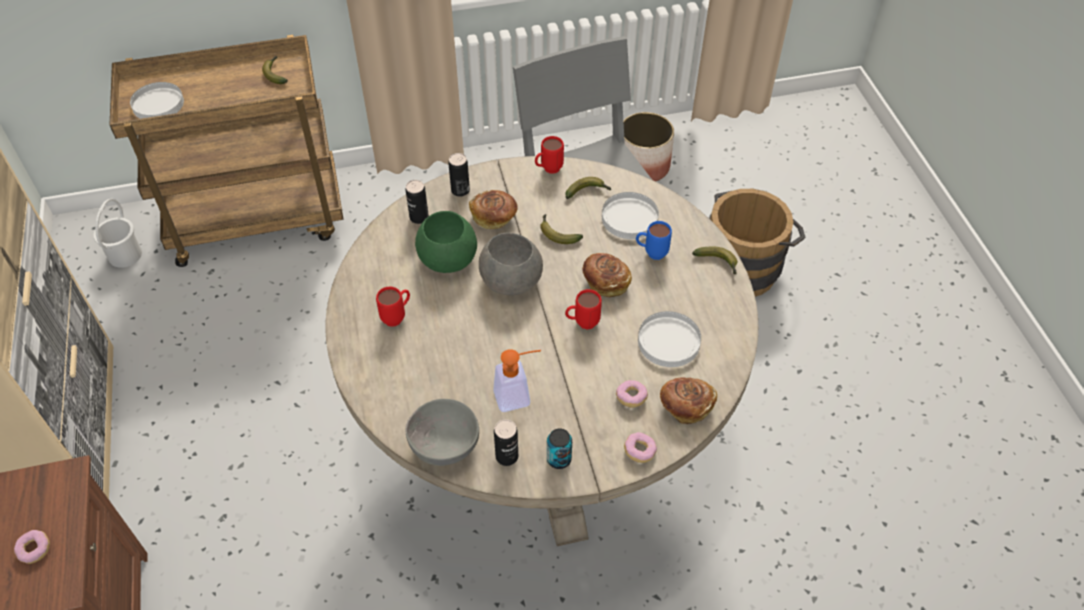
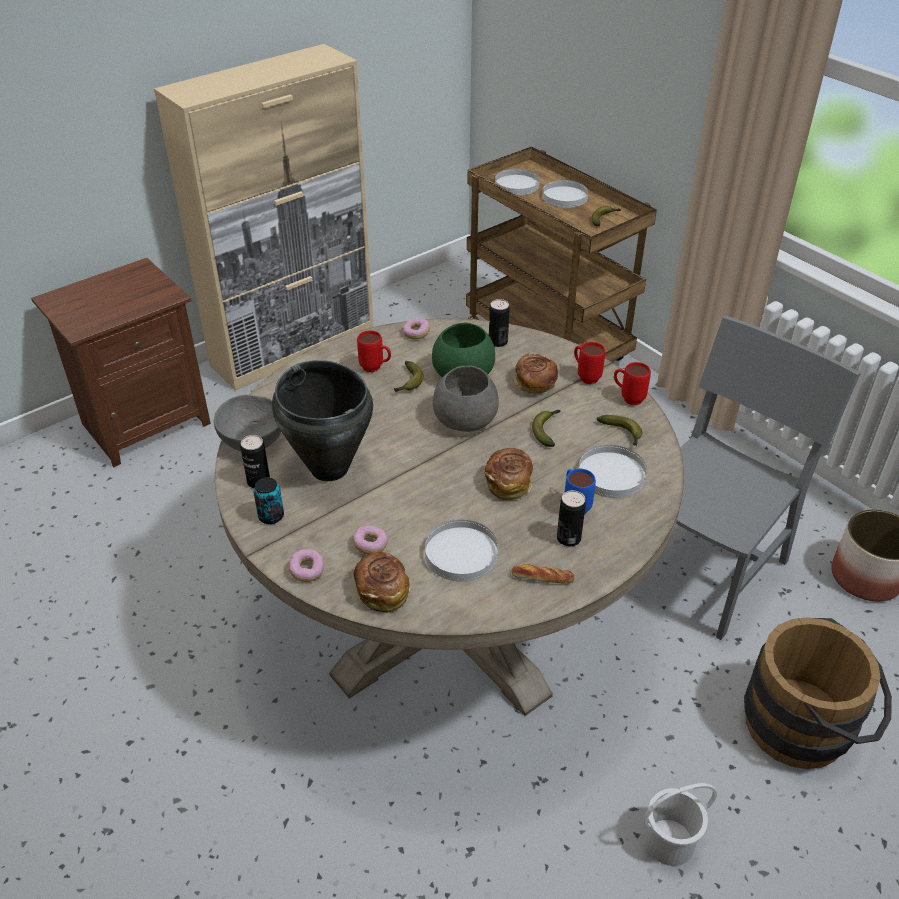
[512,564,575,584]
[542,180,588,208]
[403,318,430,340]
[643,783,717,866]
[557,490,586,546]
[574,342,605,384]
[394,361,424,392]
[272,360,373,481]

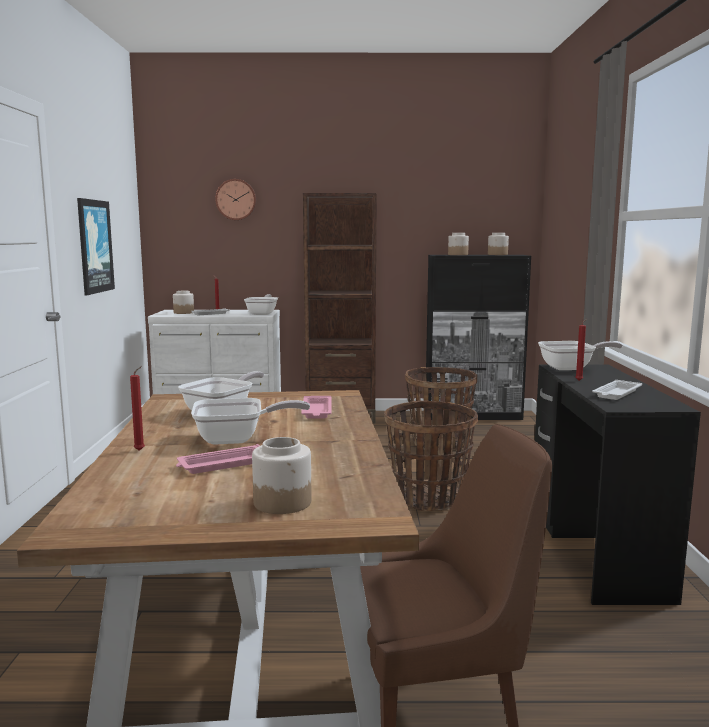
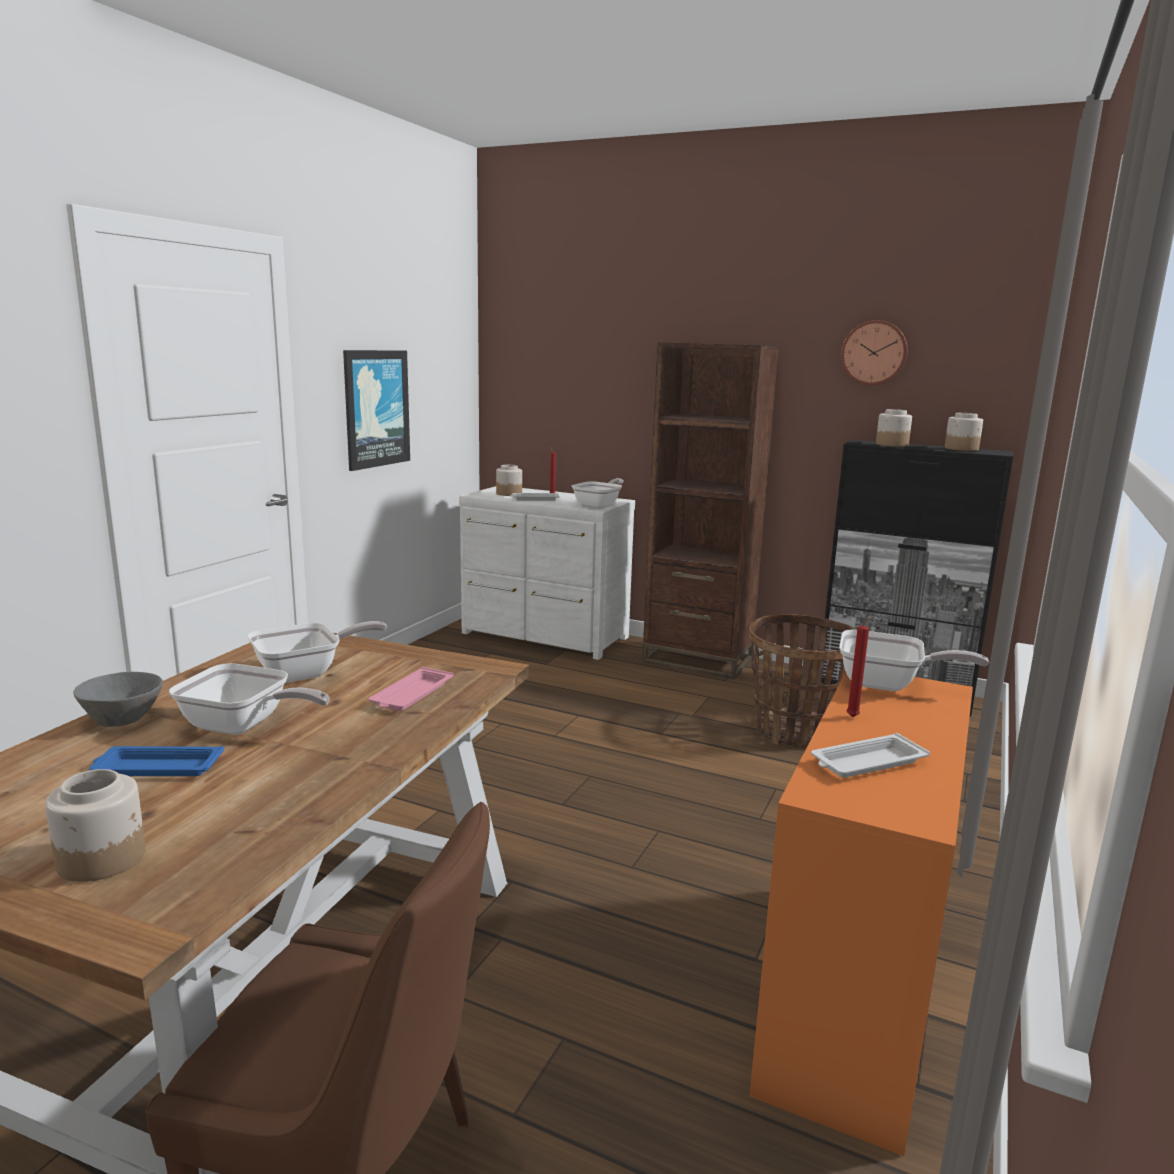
[384,401,478,511] (first image)
[841,320,908,386]
[73,672,163,727]
[89,745,224,776]
[749,672,973,1156]

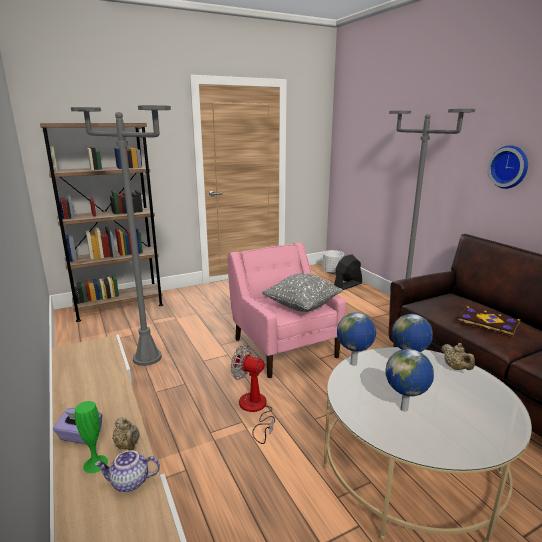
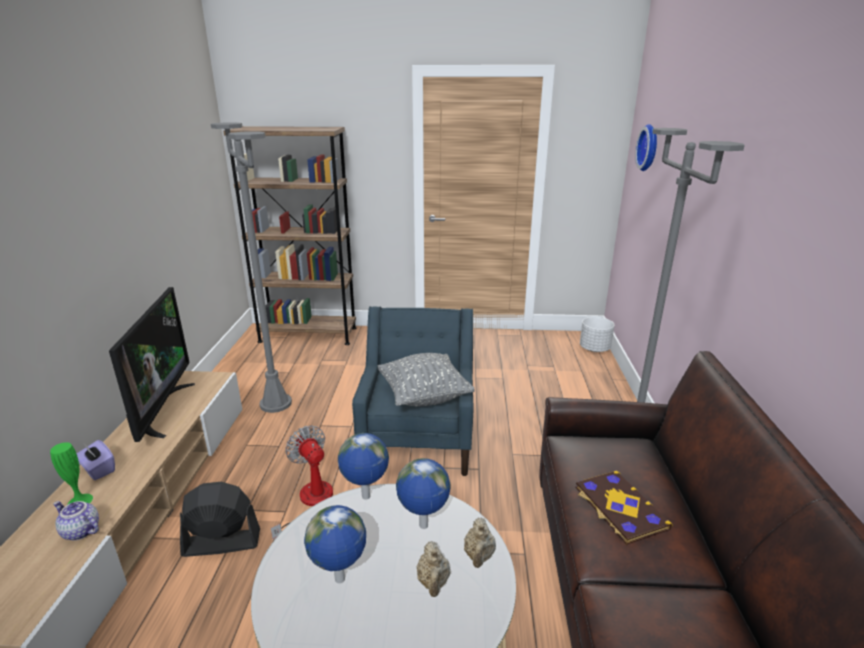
[109,287,195,442]
[417,541,450,597]
[180,482,260,557]
[635,124,657,171]
[352,306,474,476]

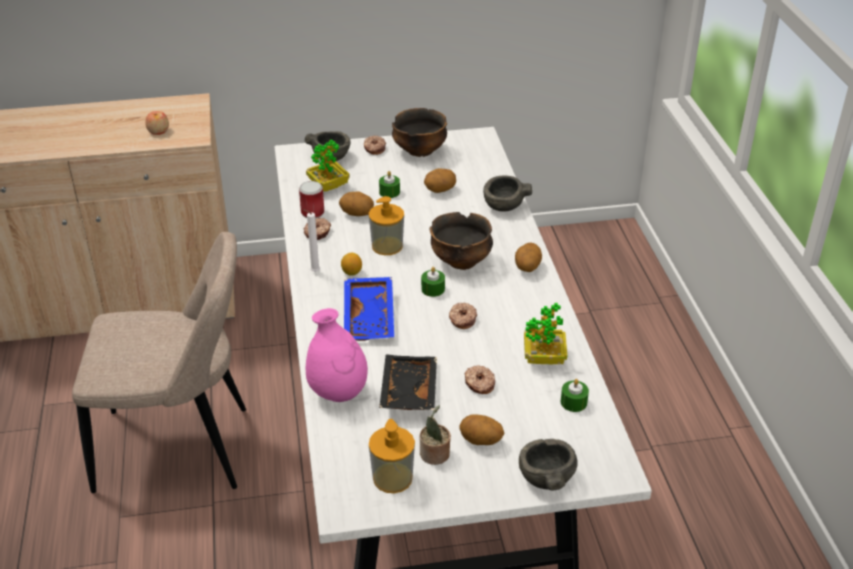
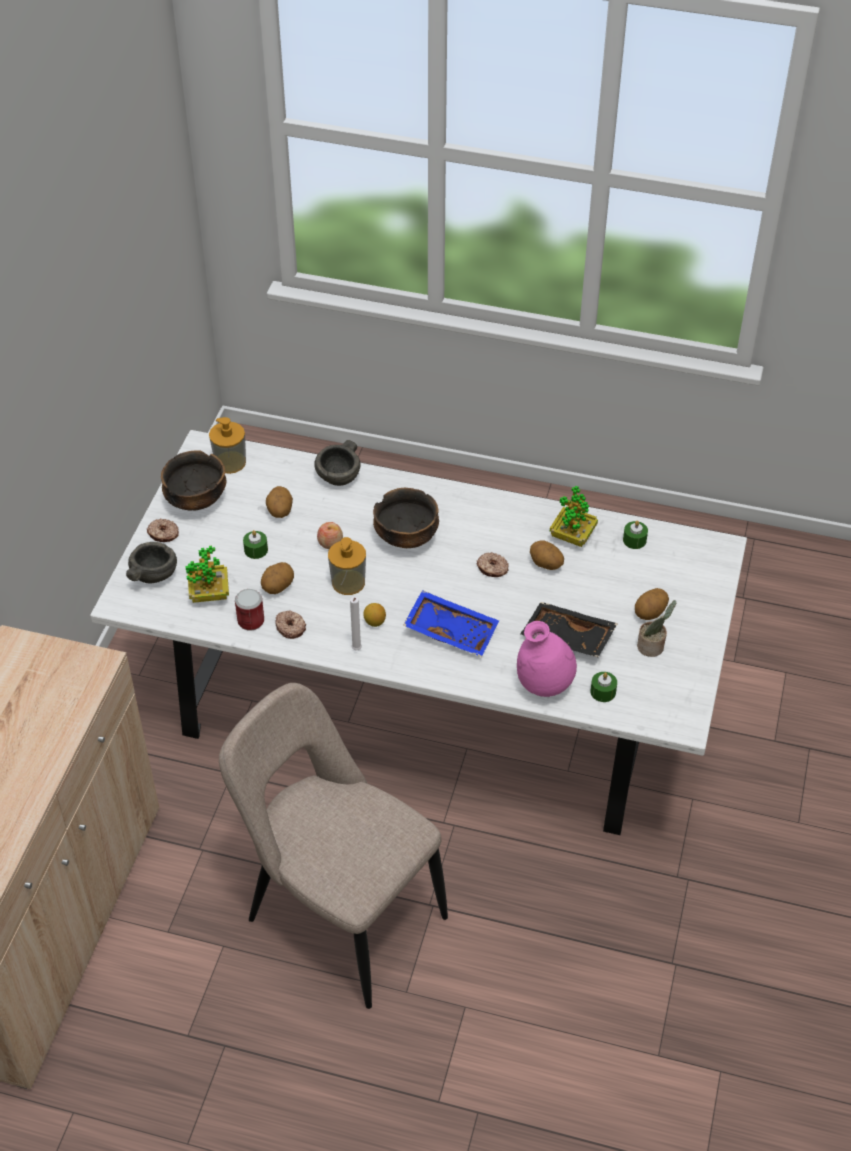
[464,365,495,394] (first image)
[519,439,578,490] (first image)
[317,522,343,549]
[209,417,246,474]
[590,672,617,702]
[530,540,564,570]
[219,683,448,1009]

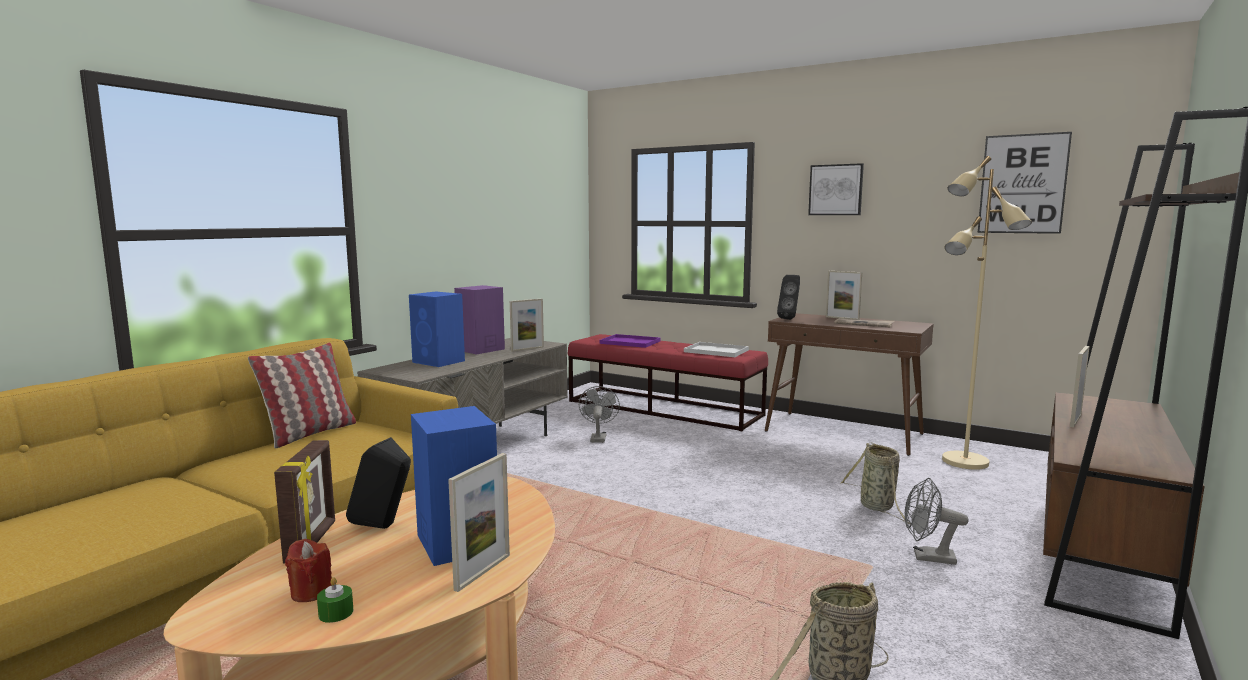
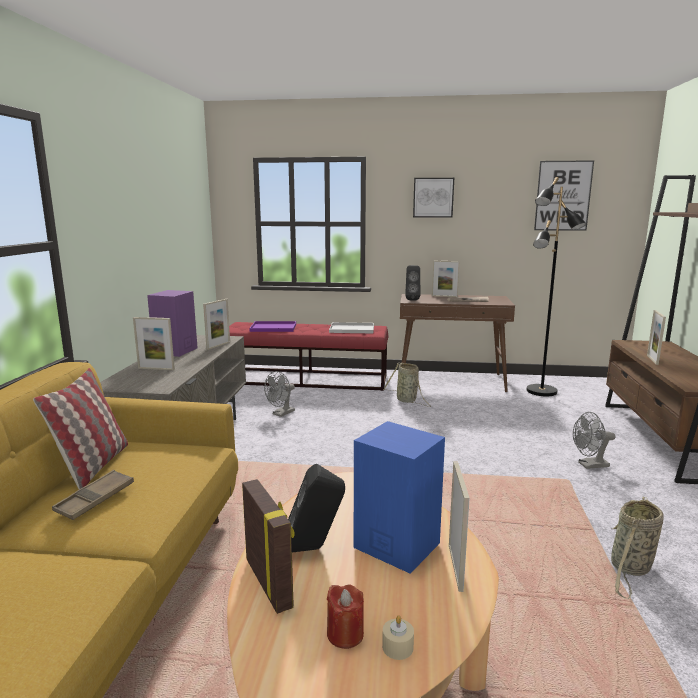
[52,470,134,520]
[383,362,431,407]
[133,317,175,370]
[382,615,414,660]
[527,177,587,396]
[264,371,295,417]

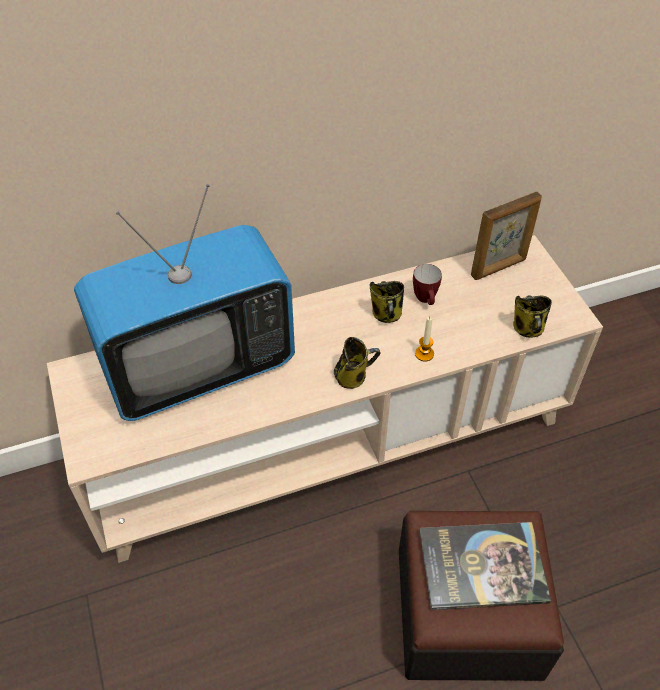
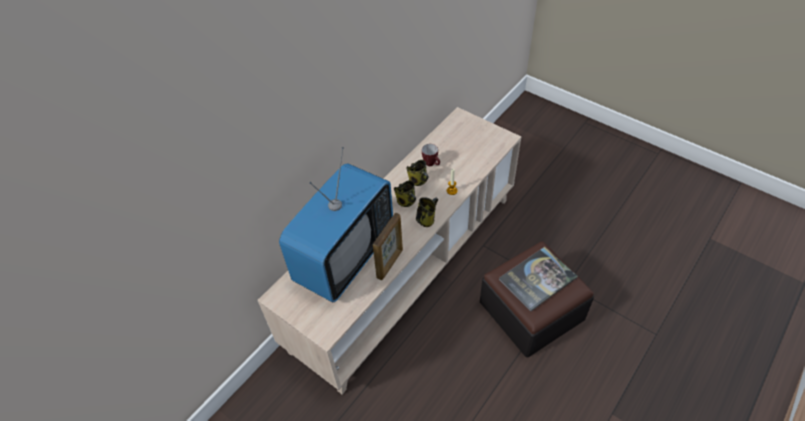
[373,212,403,280]
[394,180,416,207]

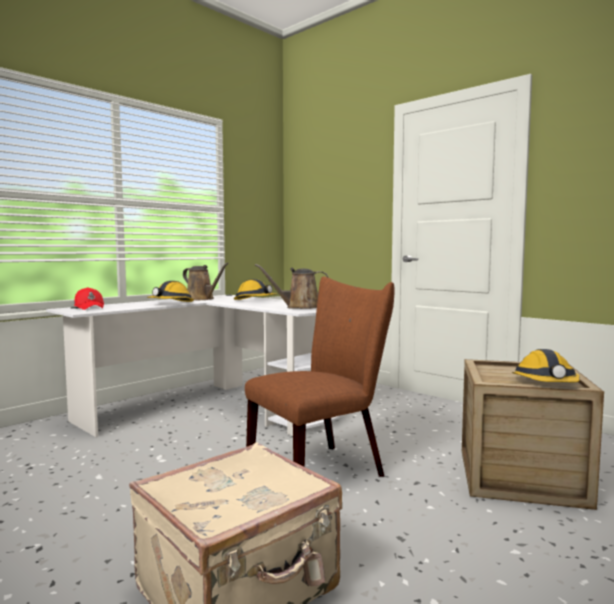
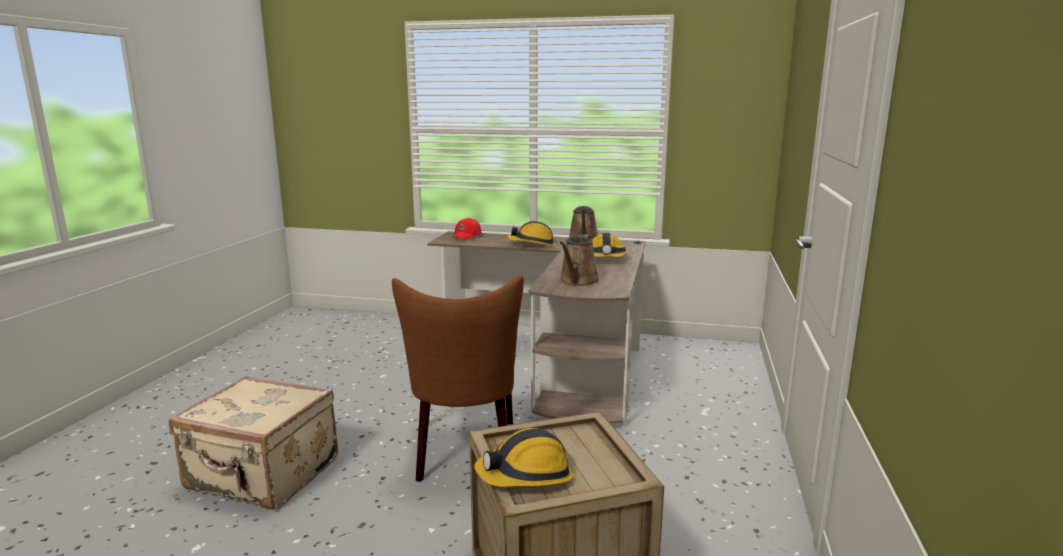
[427,231,646,428]
[392,275,524,482]
[559,234,599,286]

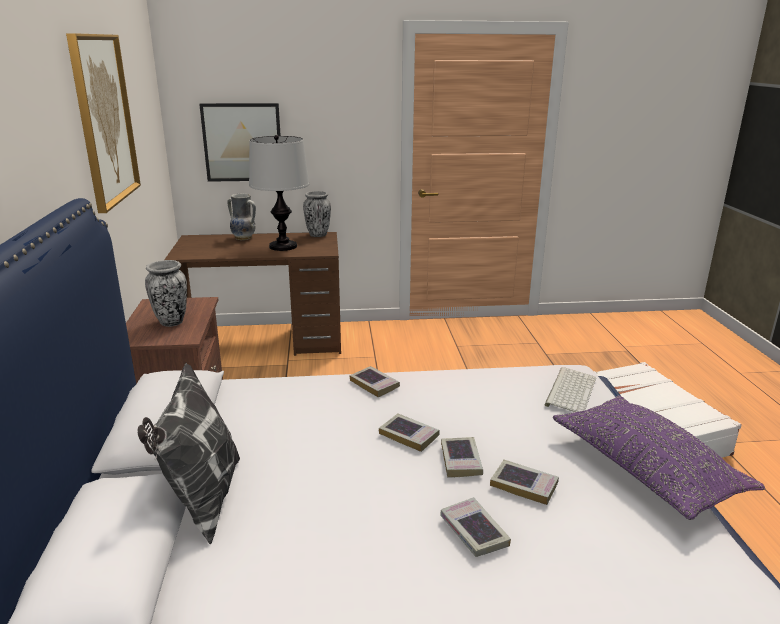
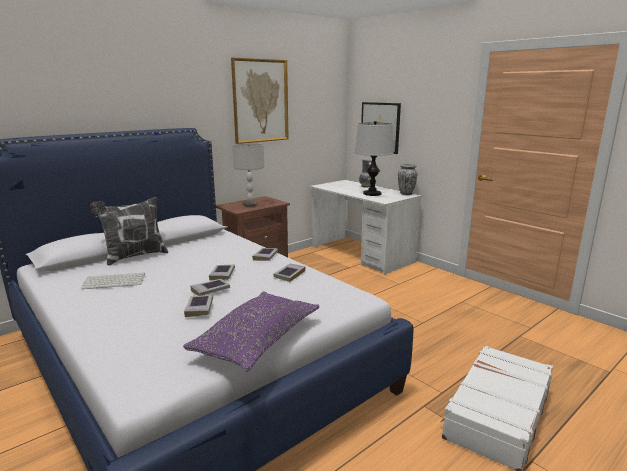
[273,263,306,282]
[81,273,145,289]
[232,143,264,207]
[310,180,422,275]

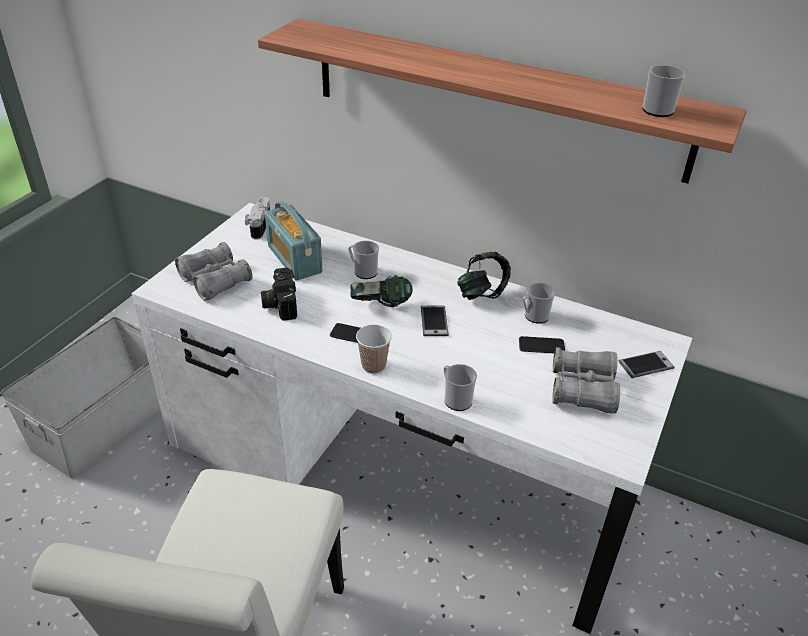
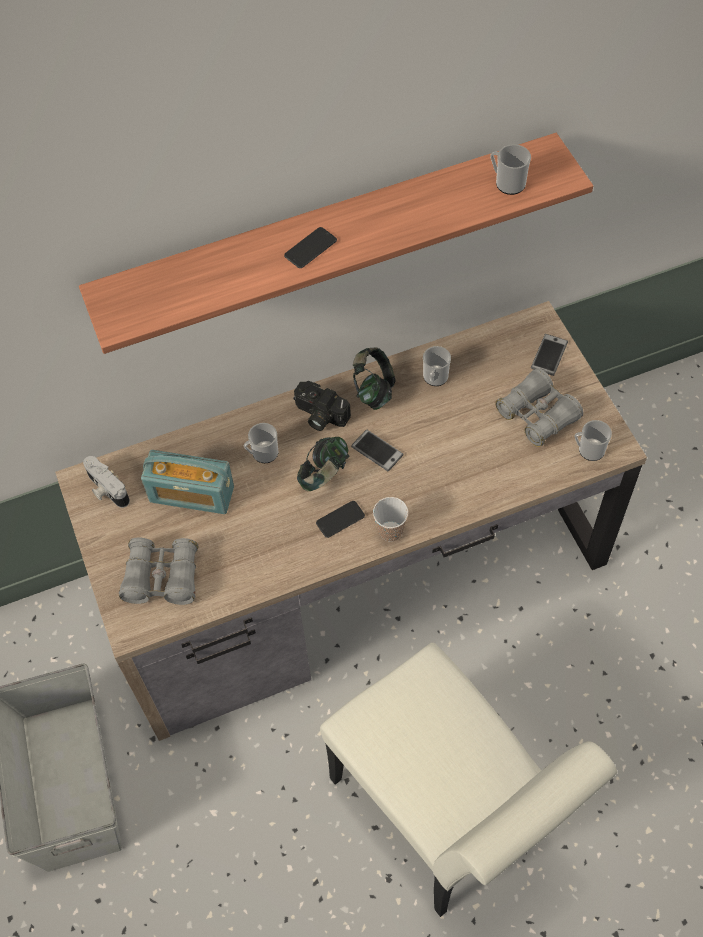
[293,381,351,431]
[574,420,612,461]
[284,227,337,268]
[55,301,647,741]

